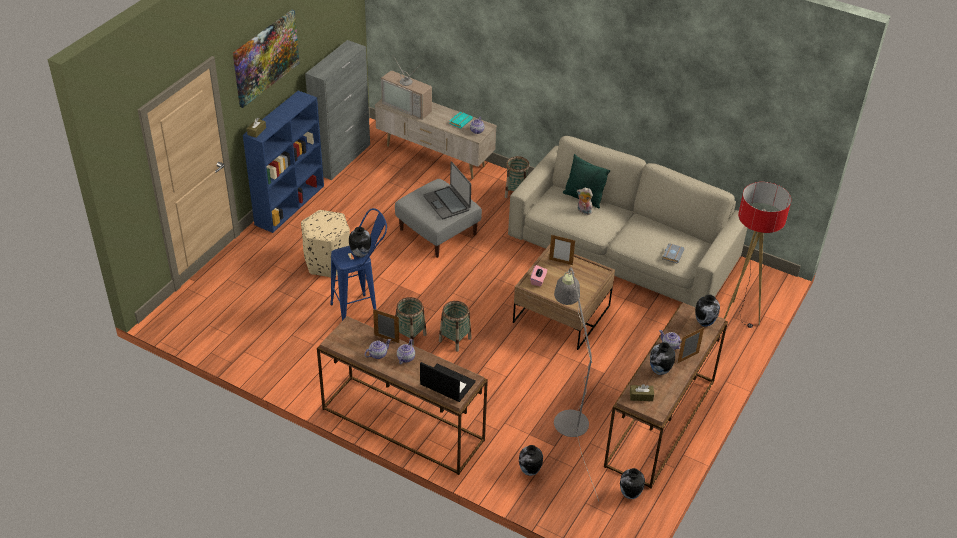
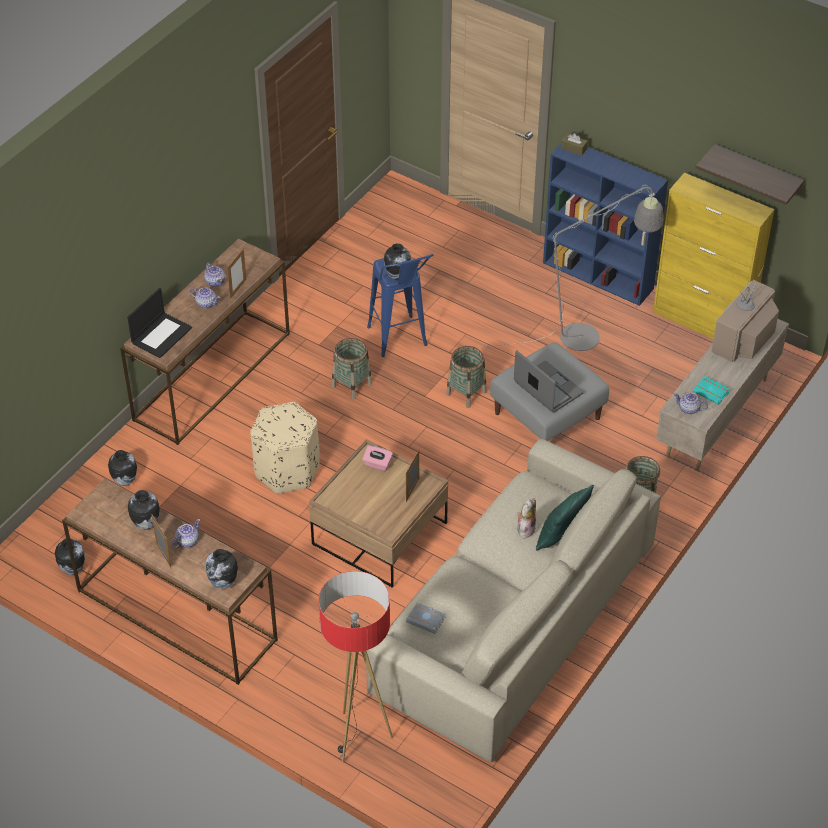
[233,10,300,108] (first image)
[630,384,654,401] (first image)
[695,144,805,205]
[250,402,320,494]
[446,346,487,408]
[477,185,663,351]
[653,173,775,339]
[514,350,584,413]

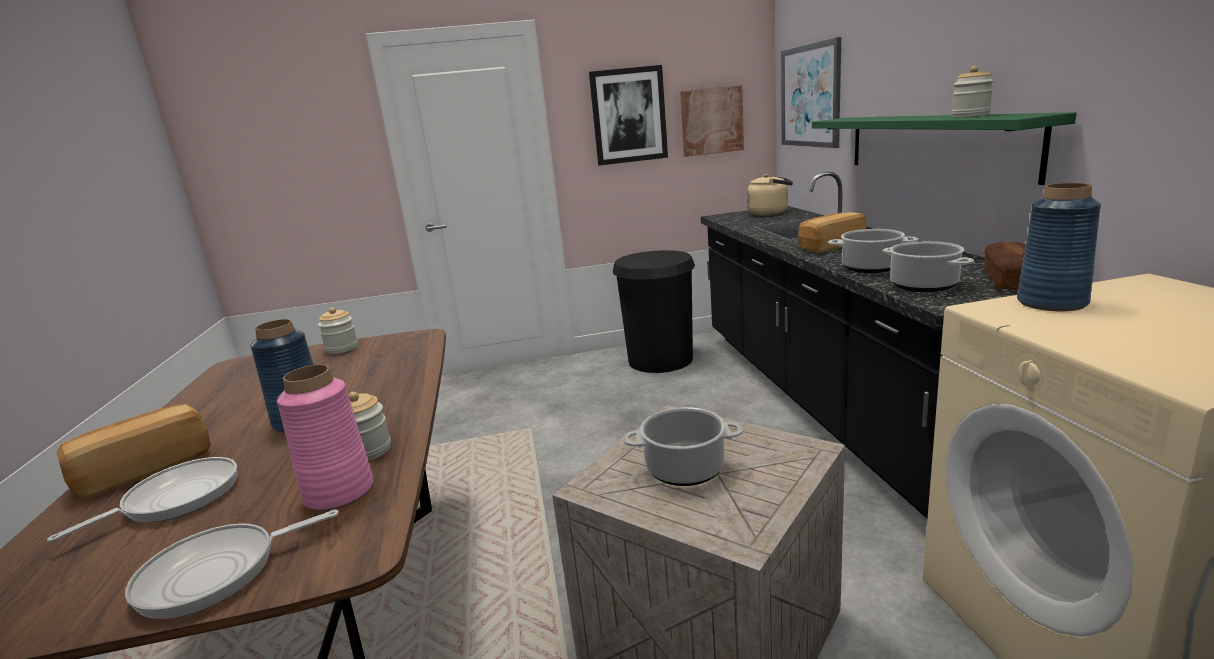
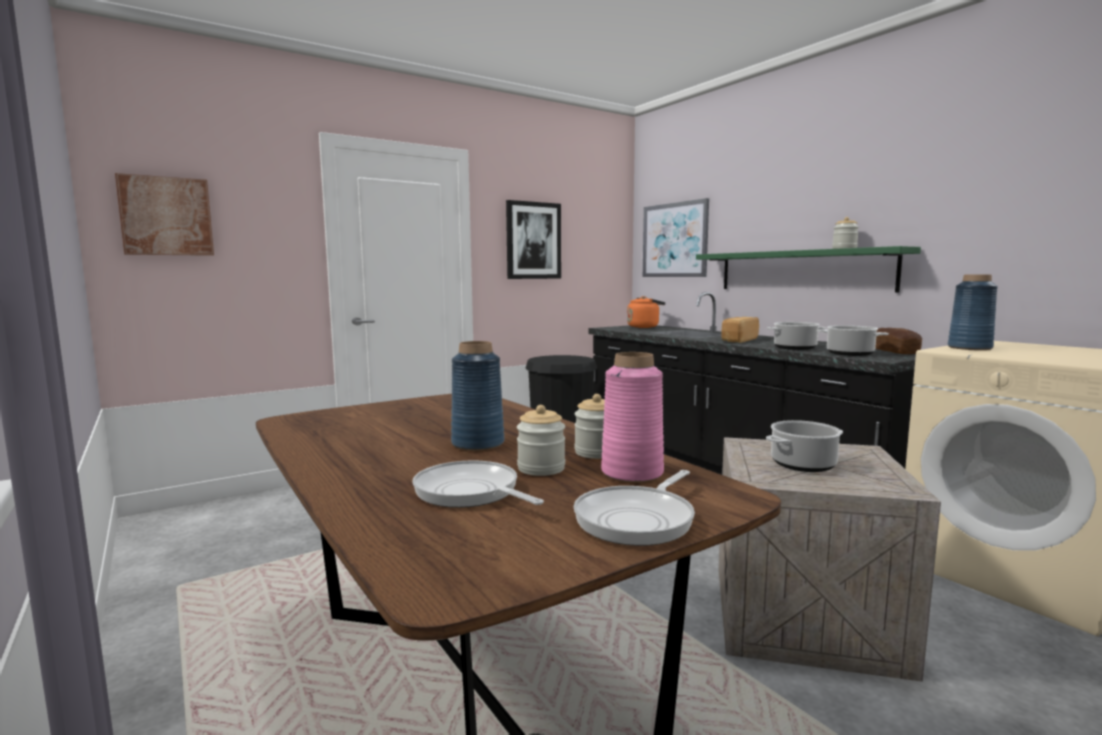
[57,404,211,499] (first image)
[517,405,565,476]
[115,173,214,256]
[627,296,666,328]
[412,460,544,508]

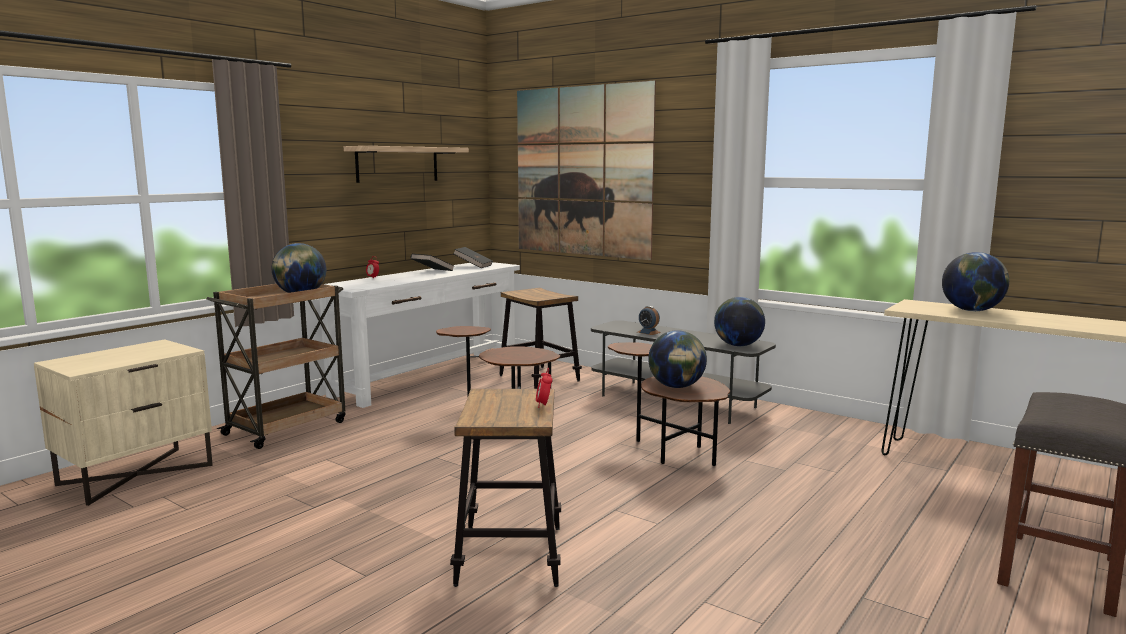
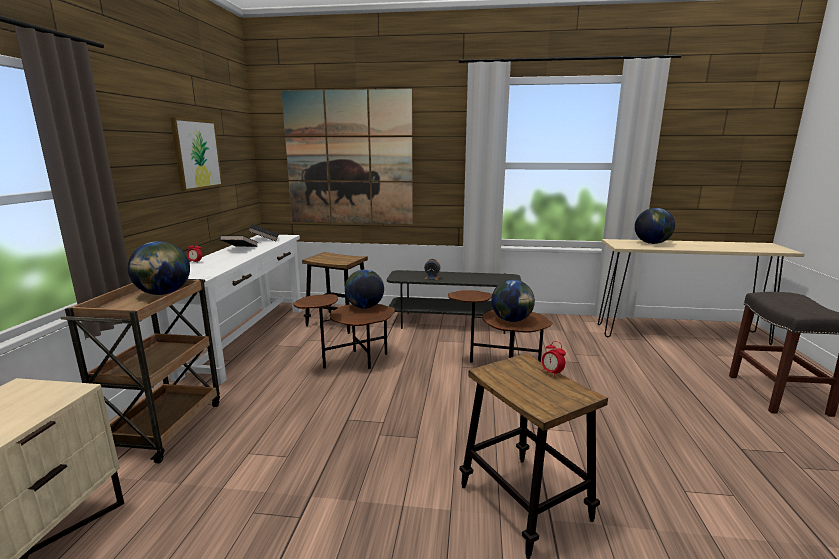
[345,270,384,309]
[170,117,223,191]

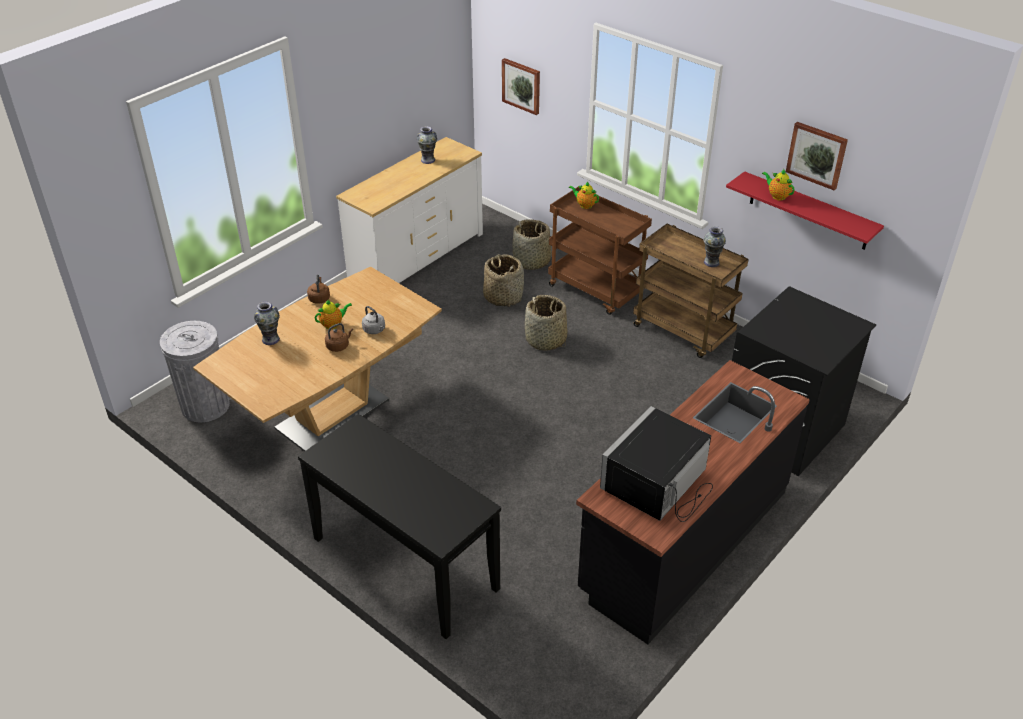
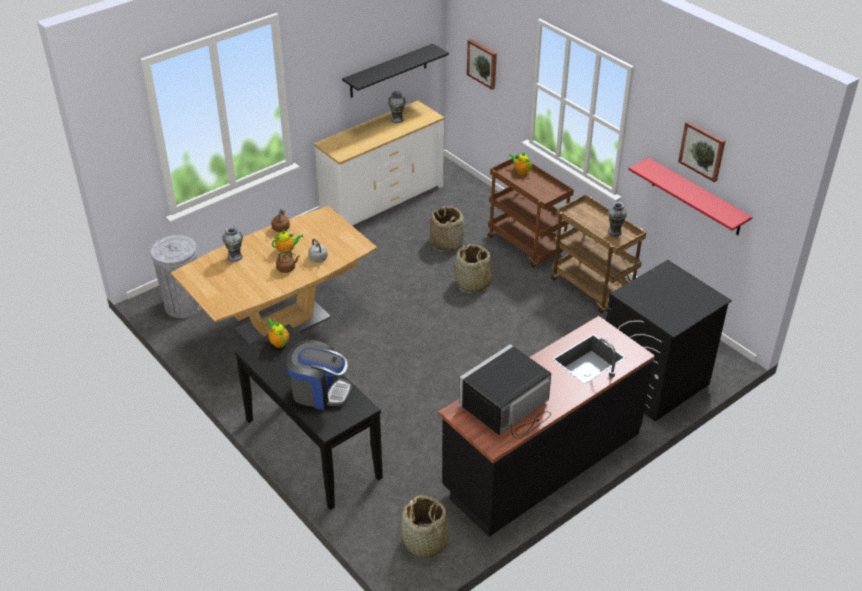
[287,340,352,410]
[342,44,449,98]
[401,495,449,558]
[268,319,289,348]

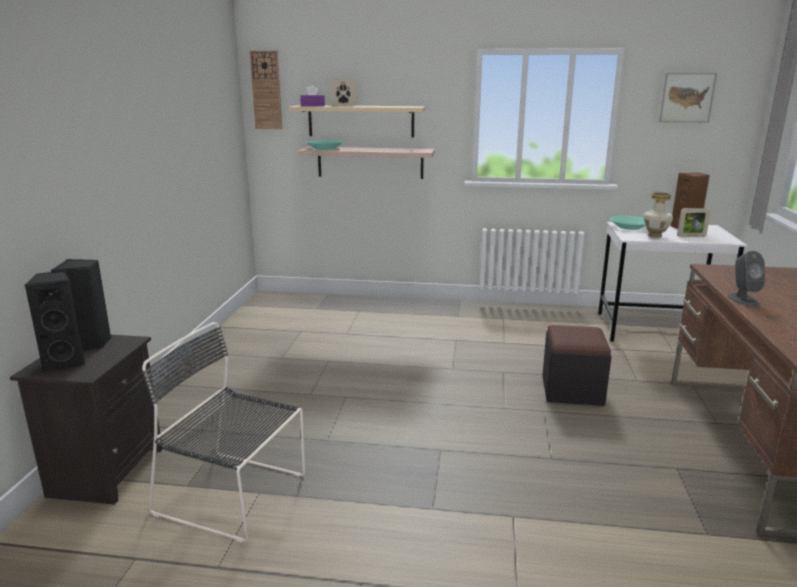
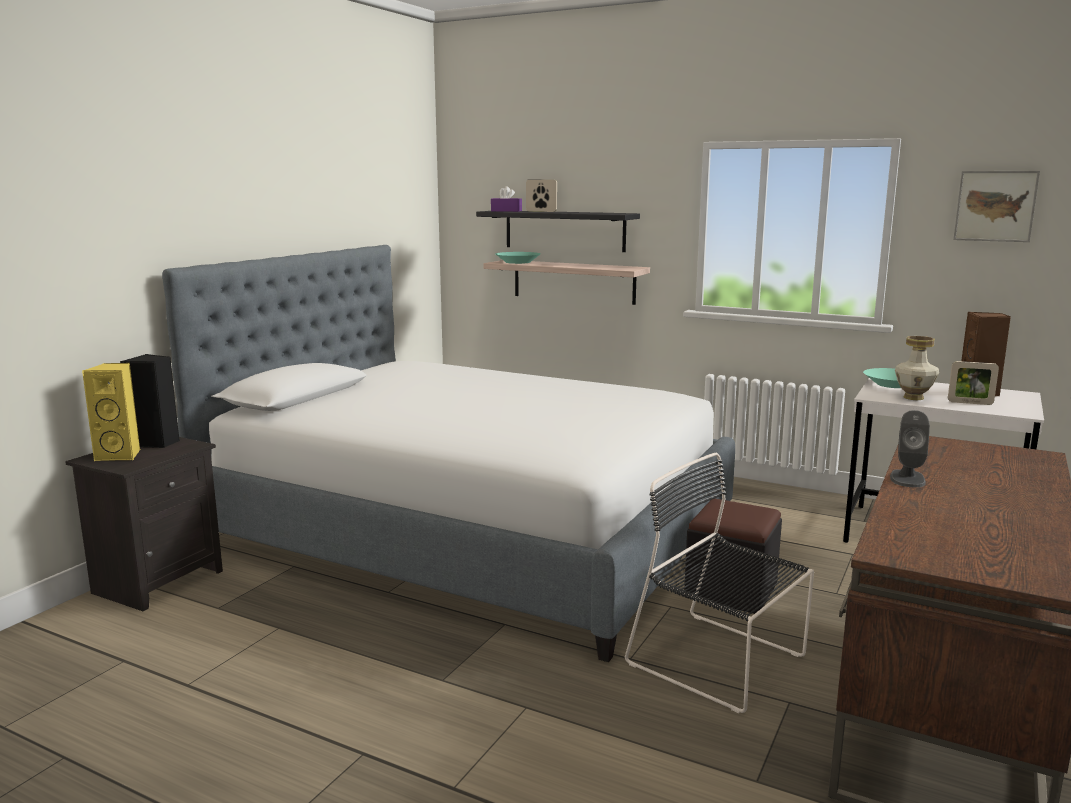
[250,50,282,129] (first image)
[162,245,735,662]
[625,453,814,713]
[82,363,140,461]
[476,211,640,252]

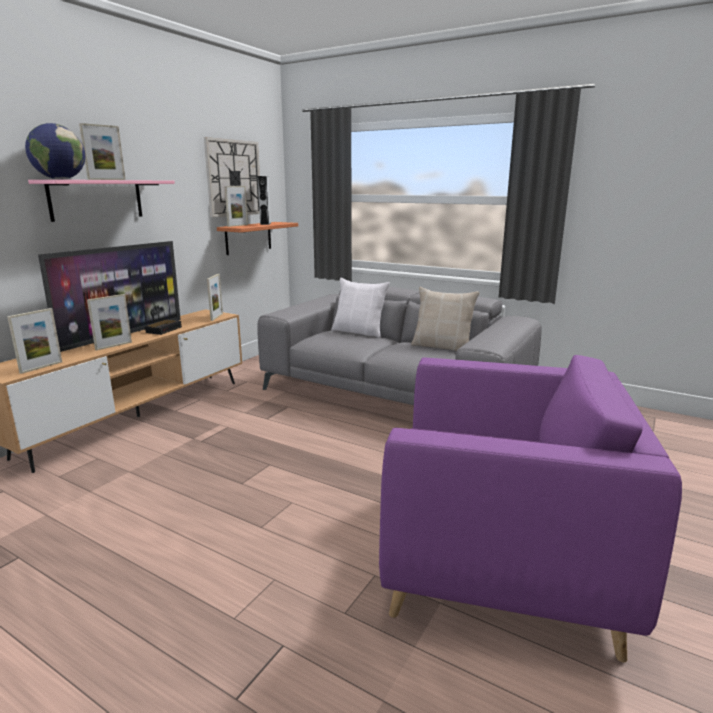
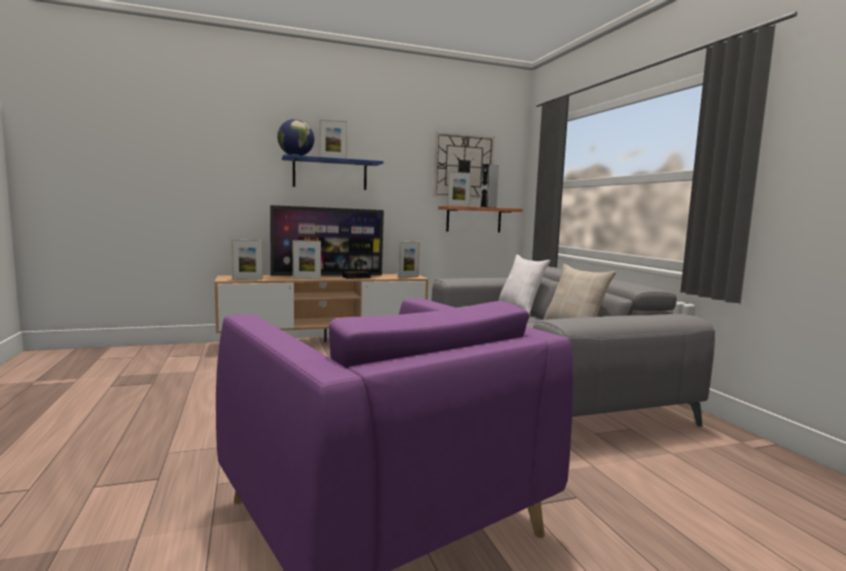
[282,154,384,190]

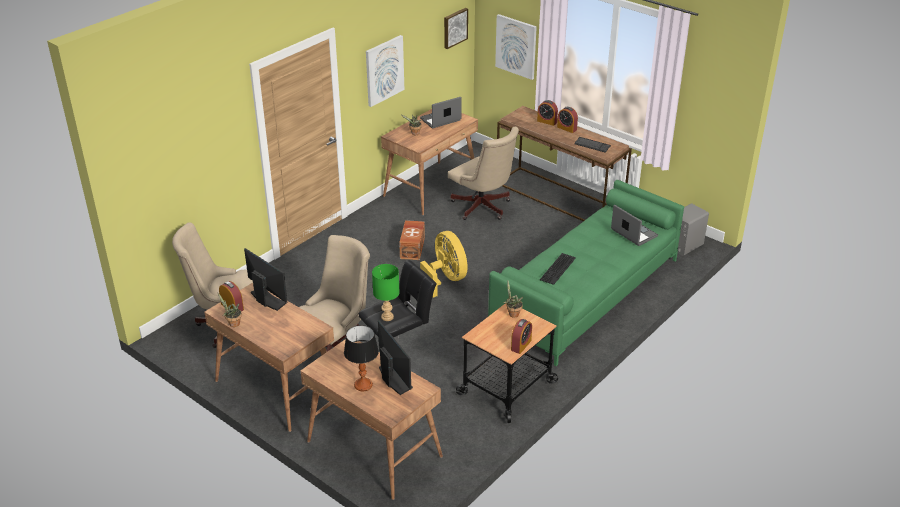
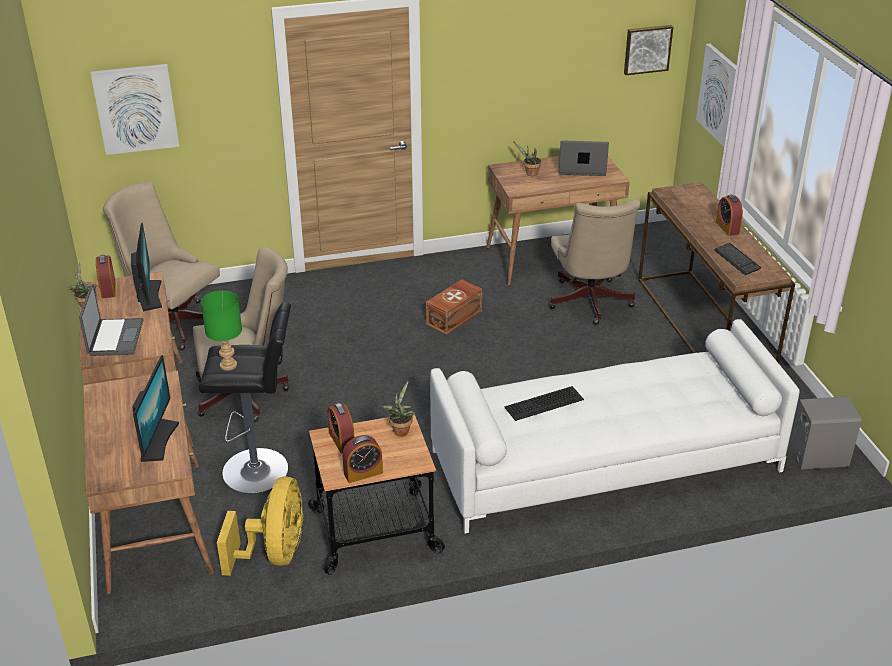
[344,325,379,391] (first image)
[91,64,179,155]
[217,476,303,576]
[327,403,354,453]
[79,284,143,356]
[430,319,800,533]

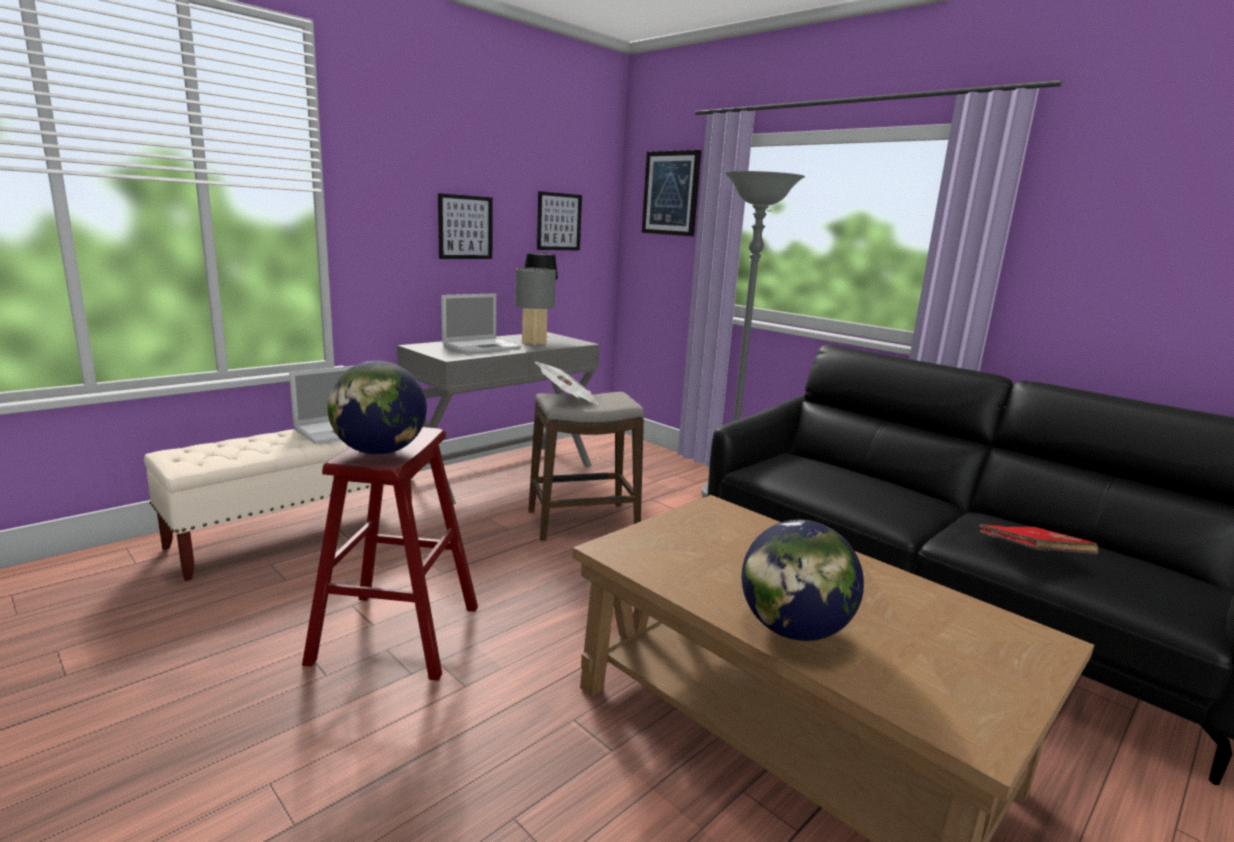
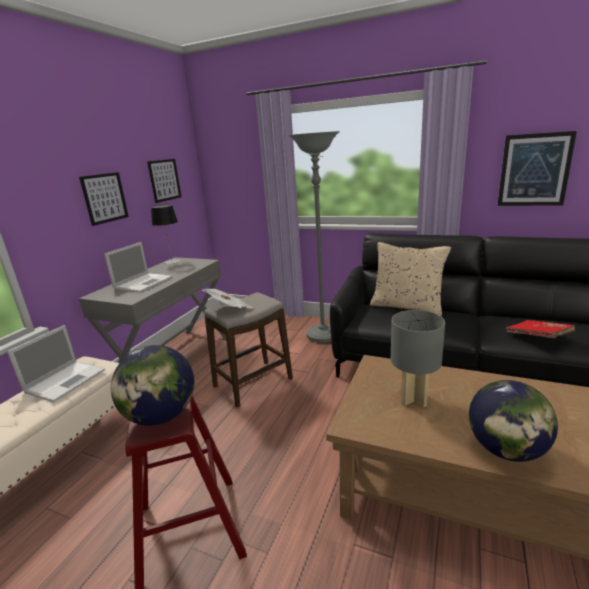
[370,242,451,316]
[391,310,445,408]
[498,131,577,206]

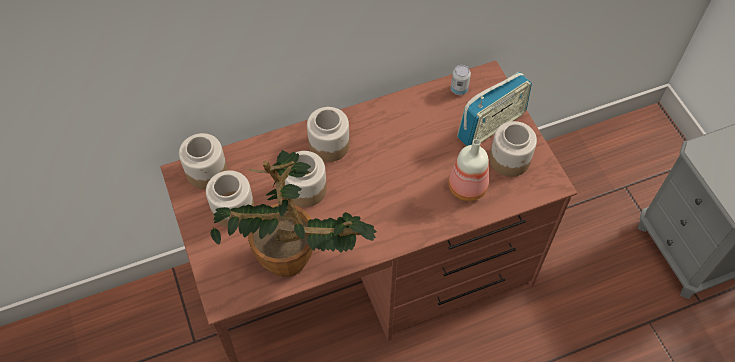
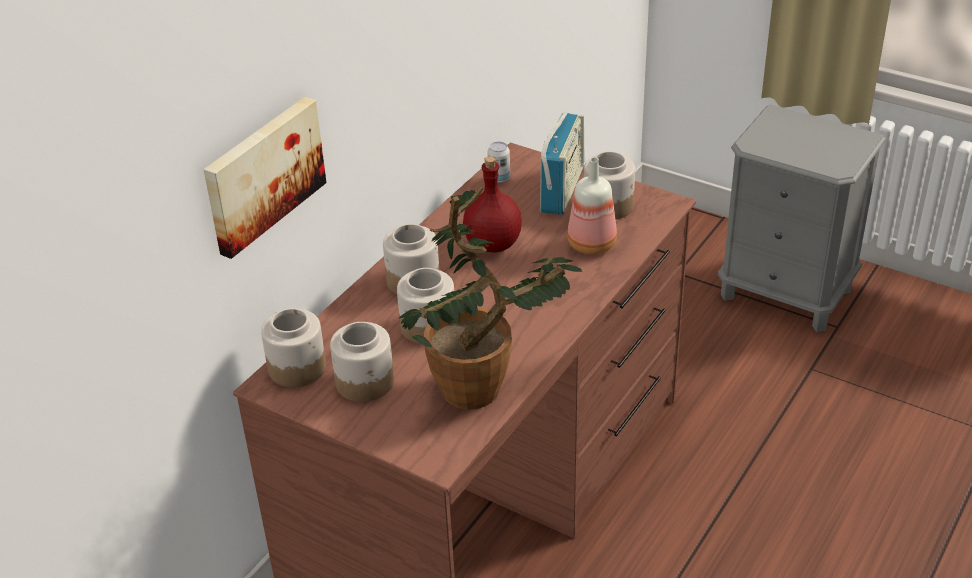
[203,97,326,259]
[463,156,522,252]

